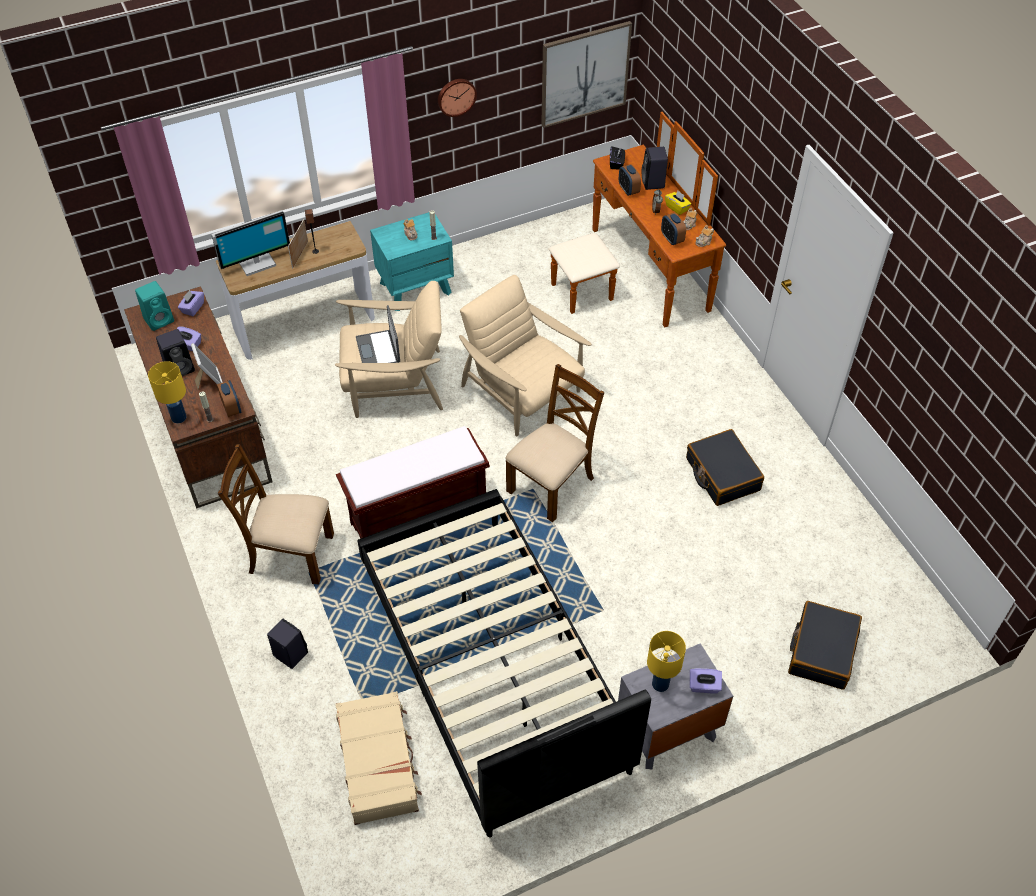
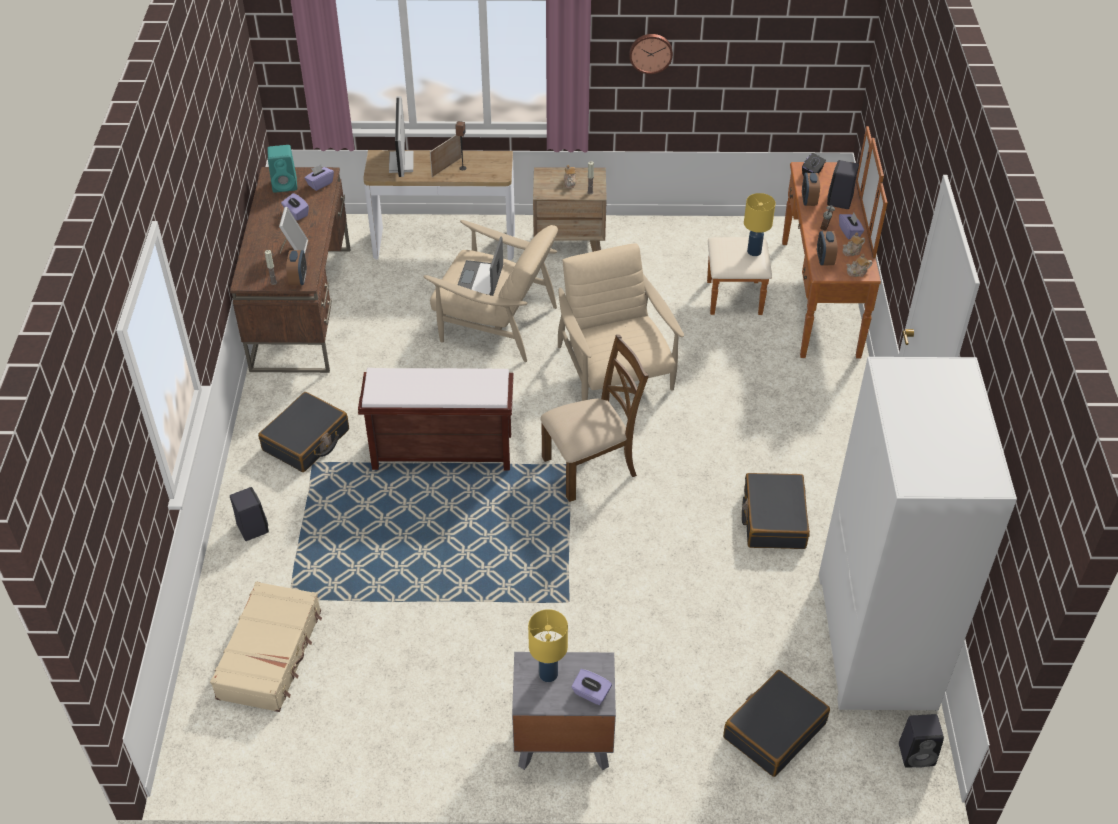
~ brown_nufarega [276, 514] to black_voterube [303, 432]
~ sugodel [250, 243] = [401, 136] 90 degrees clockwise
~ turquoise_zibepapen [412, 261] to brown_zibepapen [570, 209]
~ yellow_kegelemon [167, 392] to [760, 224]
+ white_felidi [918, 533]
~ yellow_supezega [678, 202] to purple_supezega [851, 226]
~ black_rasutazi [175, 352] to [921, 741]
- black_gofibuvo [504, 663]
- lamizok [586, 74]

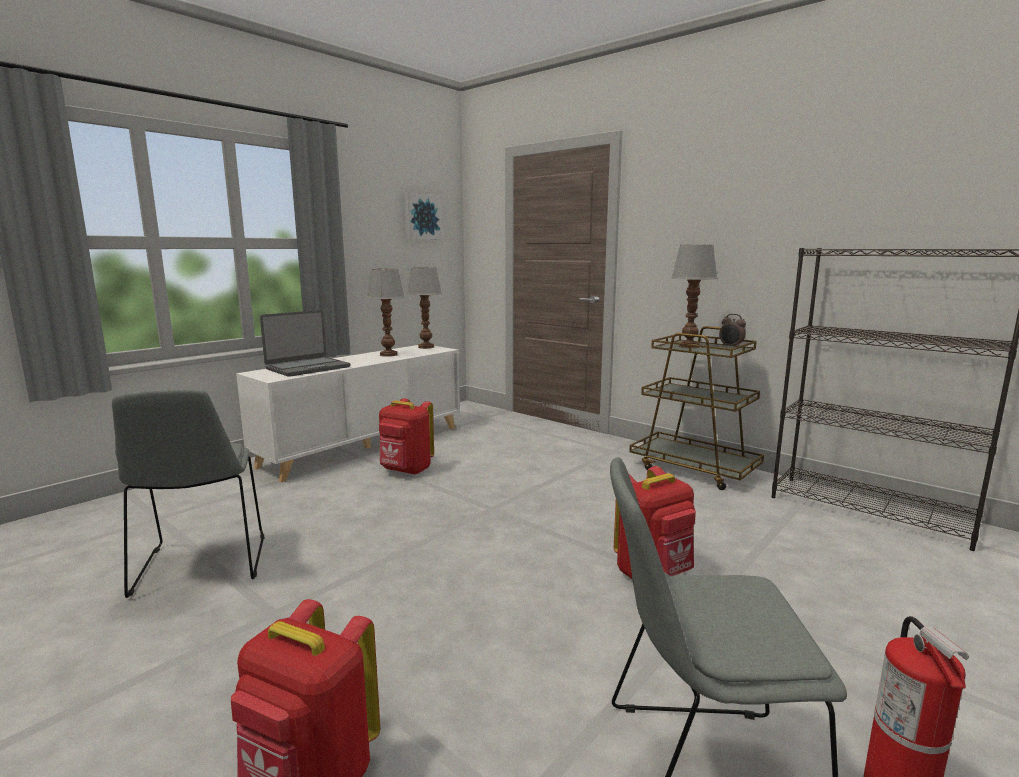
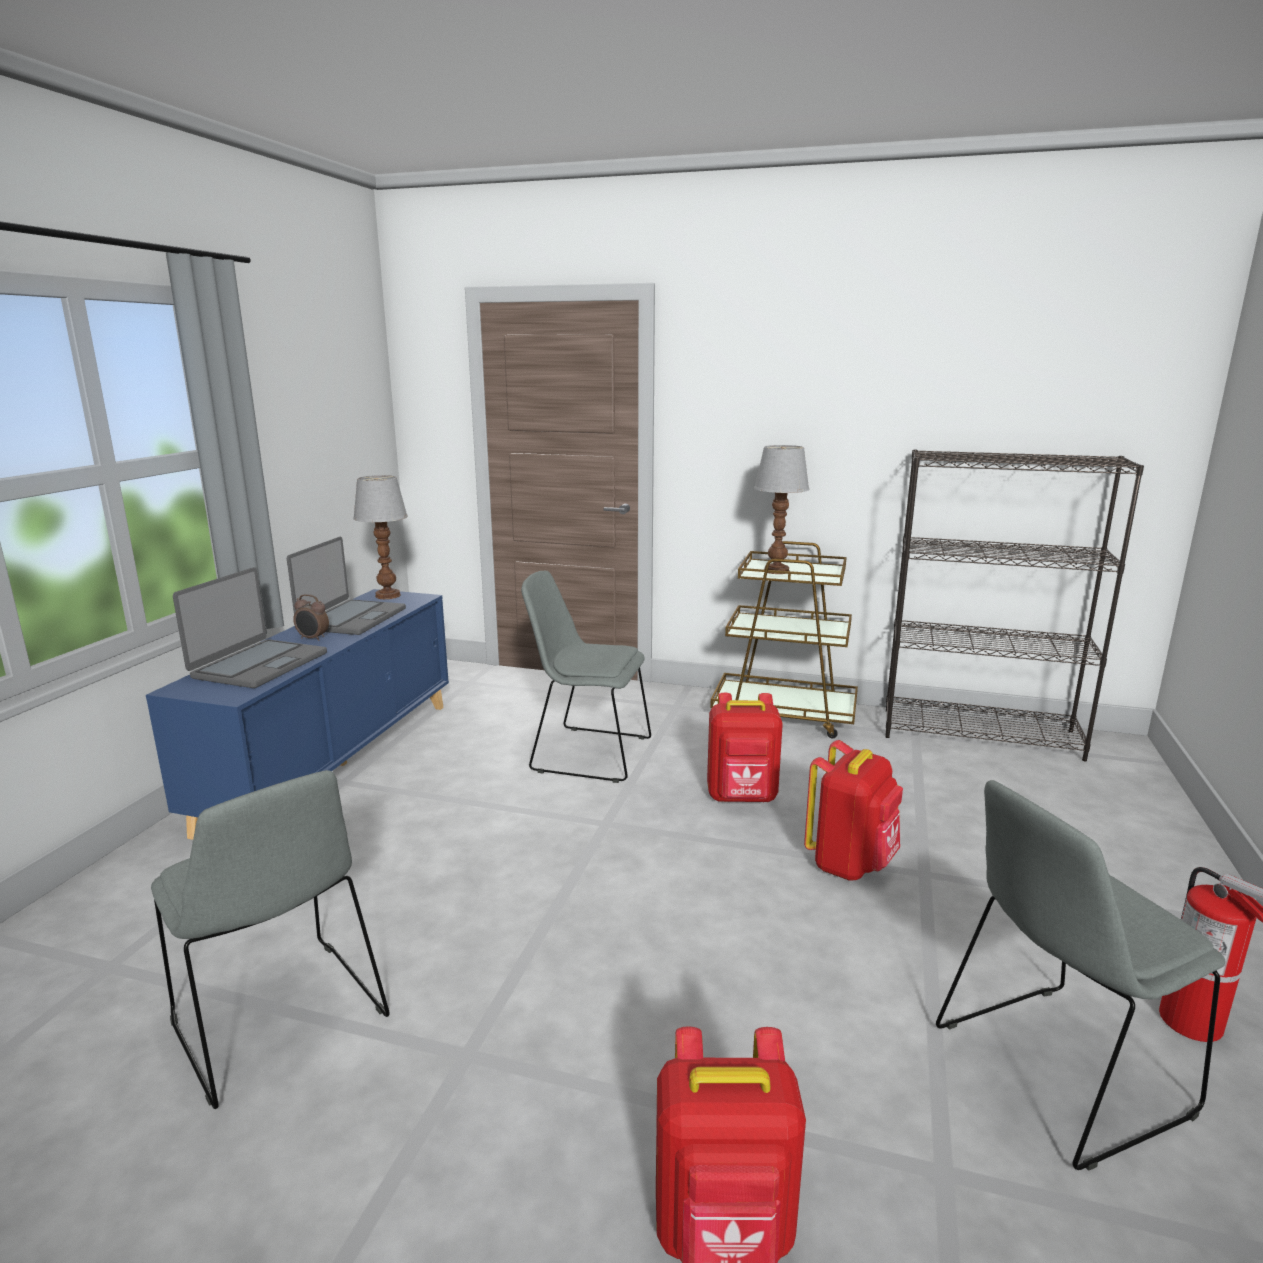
~ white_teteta [348, 413] to blue_teteta [297, 714]
~ kegelemon [386, 313] to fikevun [346, 586]
~ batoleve [732, 330] to [311, 617]
+ grey_nufarega [586, 677]
~ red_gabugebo [406, 436] to [745, 747]
- lamizok [423, 216]

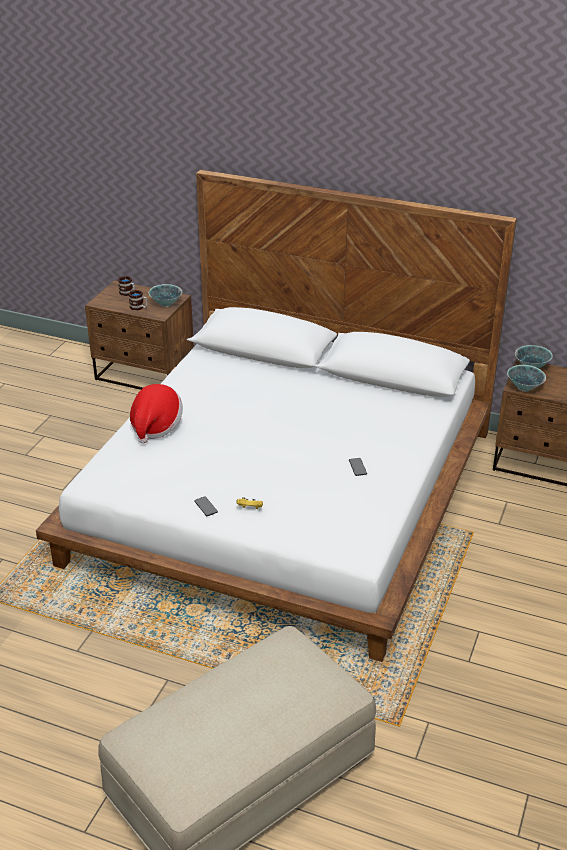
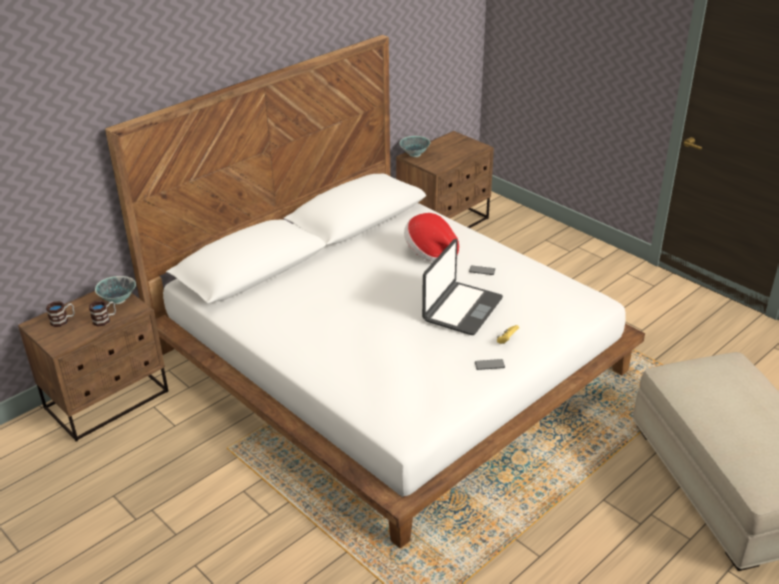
~ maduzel [156, 414] to [431, 237]
+ fikevun [462, 287]
- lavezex [526, 378]

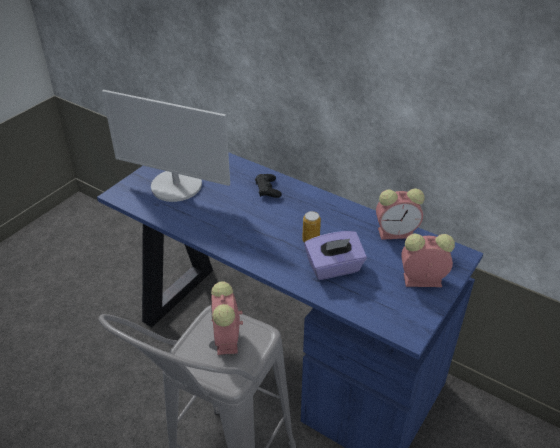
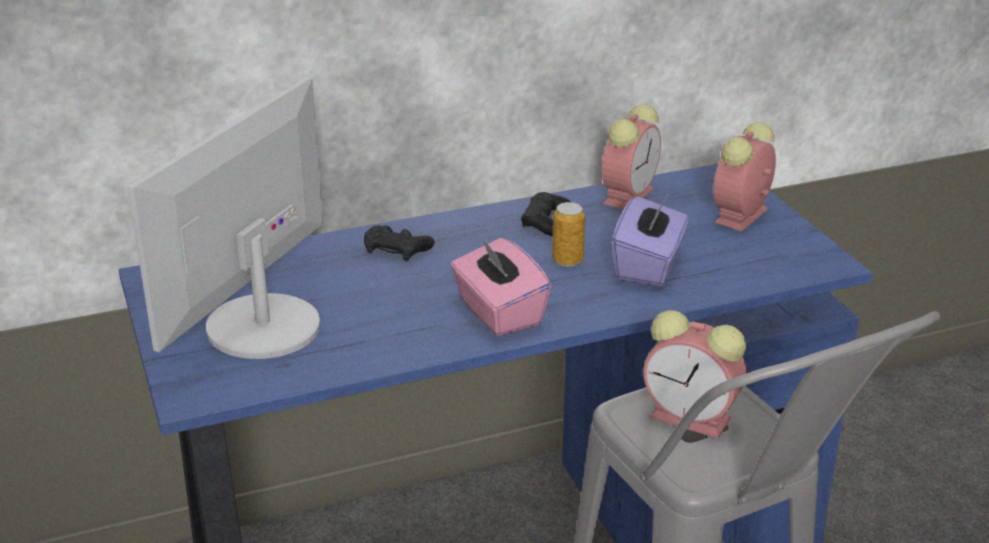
~ sugodel [166, 146] = [225, 218] 150 degrees clockwise
+ pink_supezega [500, 286]
+ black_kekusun [546, 214]

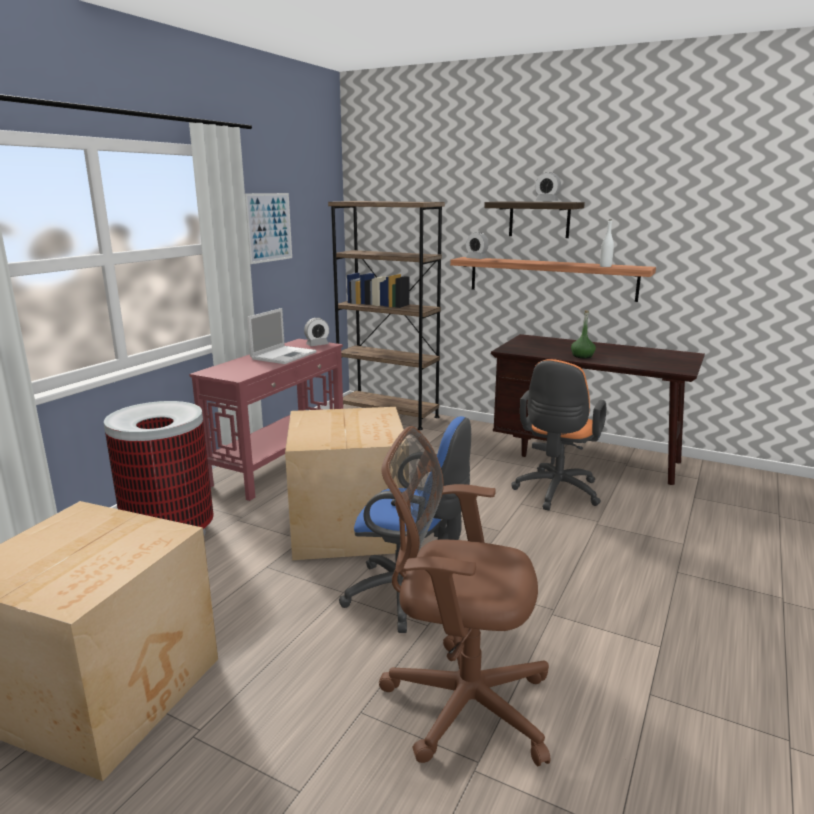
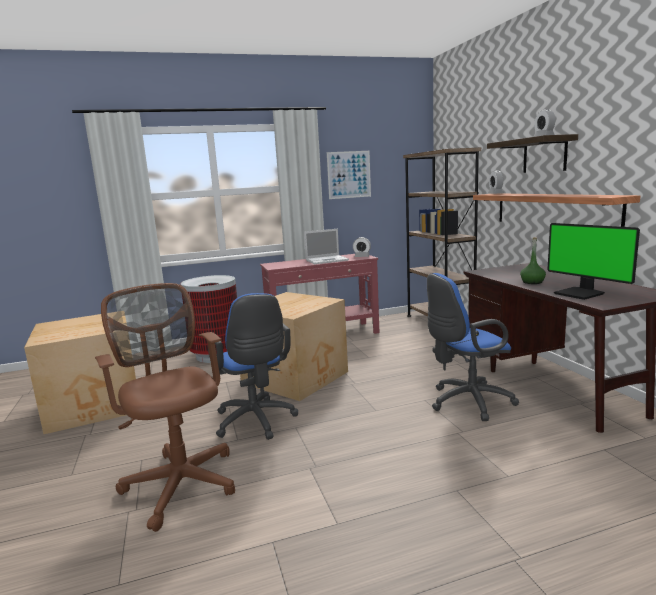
~ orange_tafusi [558, 434] to blue_tafusi [473, 347]
+ sugodel [593, 261]
- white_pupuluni [607, 243]

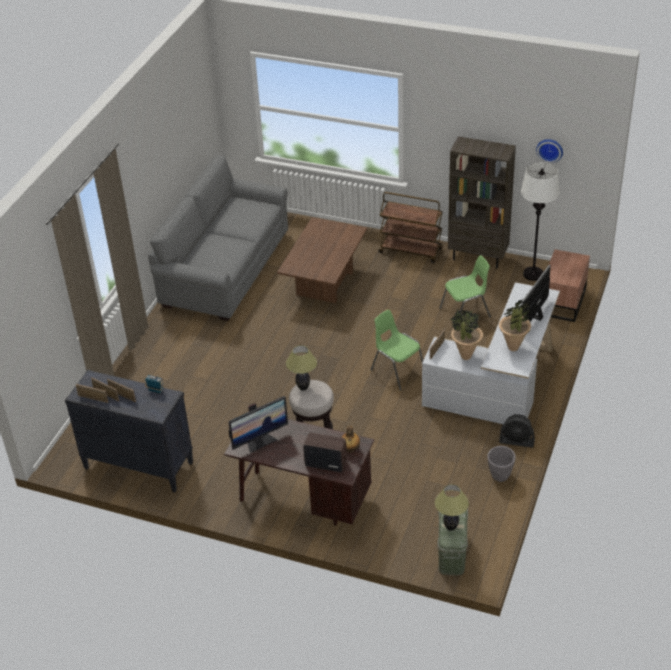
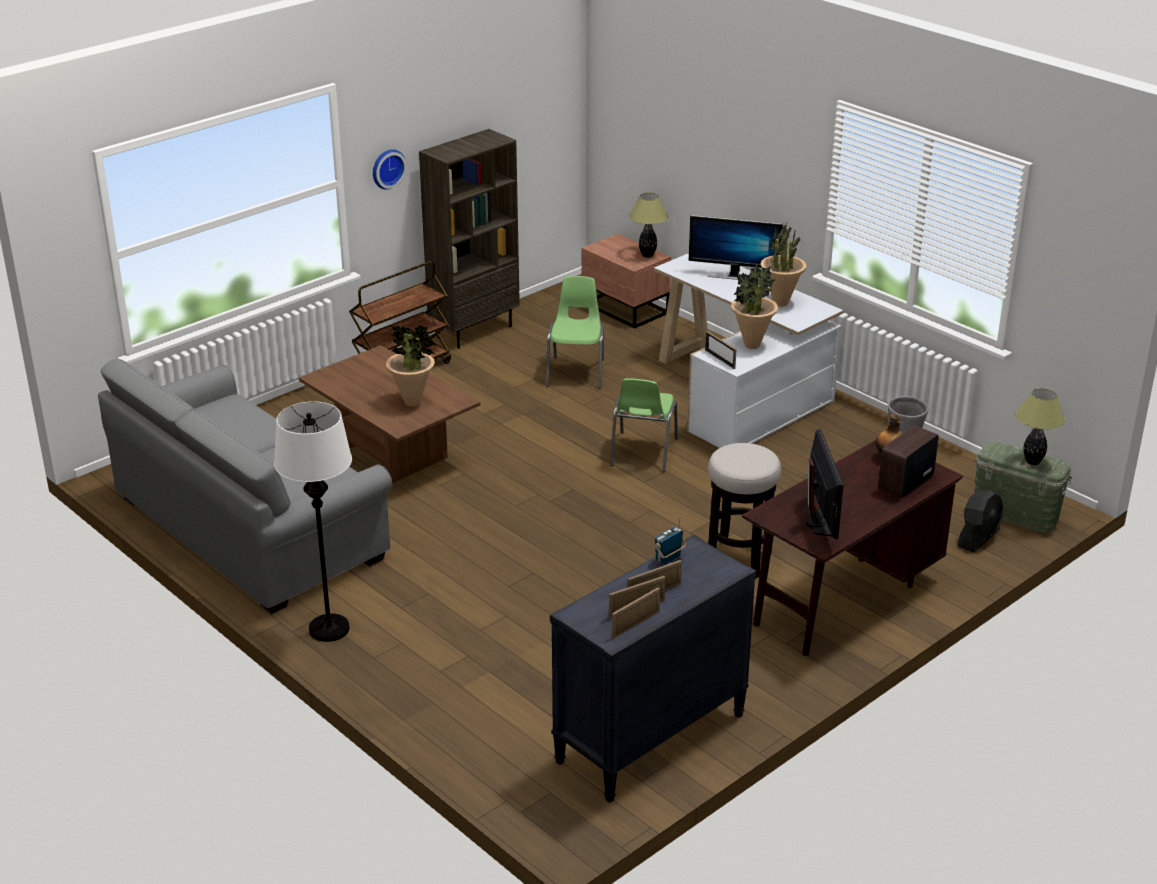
~ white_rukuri [540, 221] to [313, 521]
~ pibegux [549, 151] to [390, 169]
+ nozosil [412, 366]
~ green_nufarega [396, 350] = [644, 425] 60 degrees counterclockwise
~ kegelemon [301, 368] to [648, 225]
~ sugodel [536, 293] = [736, 247] 45 degrees counterclockwise
~ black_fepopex [517, 431] to [980, 521]

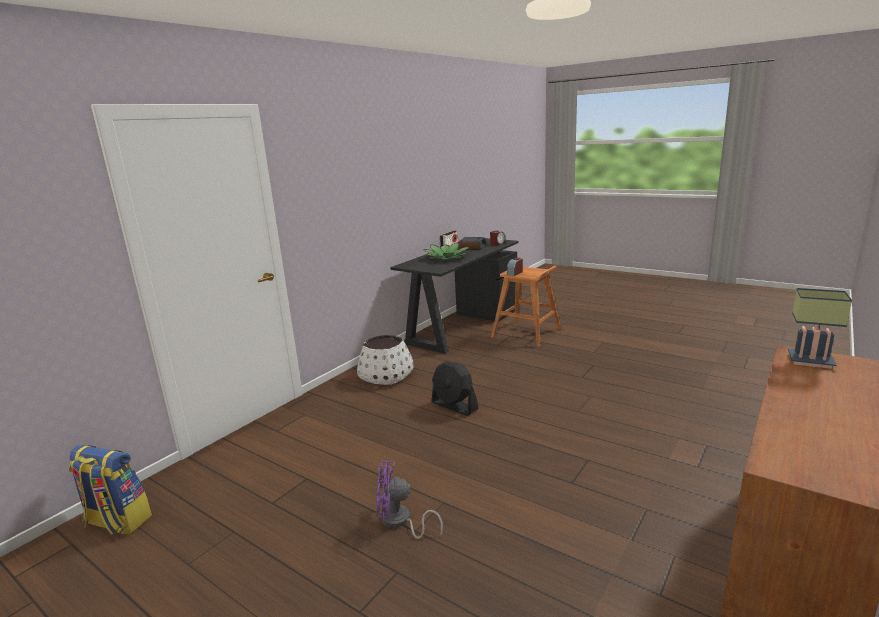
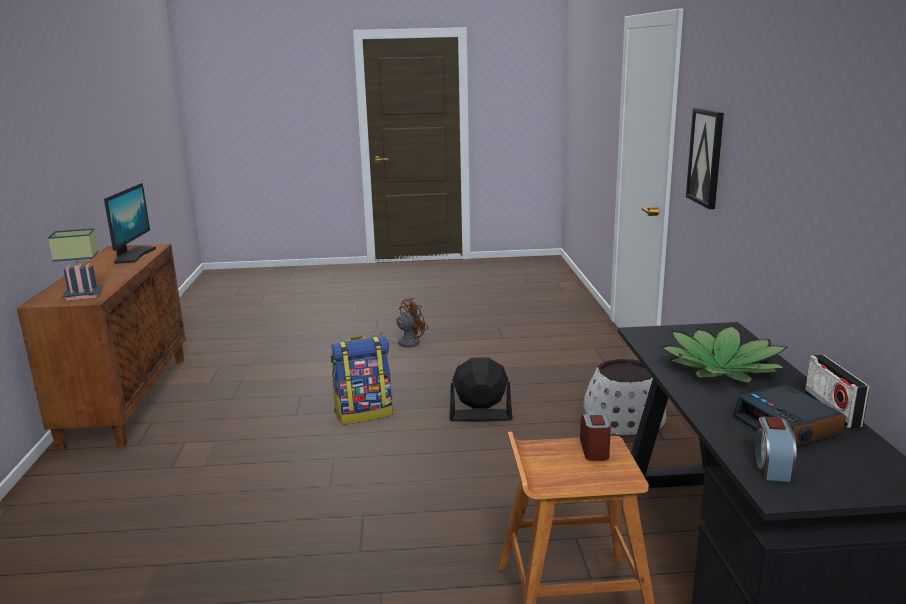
+ sugodel [130, 223]
~ gabugebo [110, 490] to [362, 380]
~ purple_fepopex [409, 500] to brown_fepopex [399, 323]
+ lamizok [705, 158]

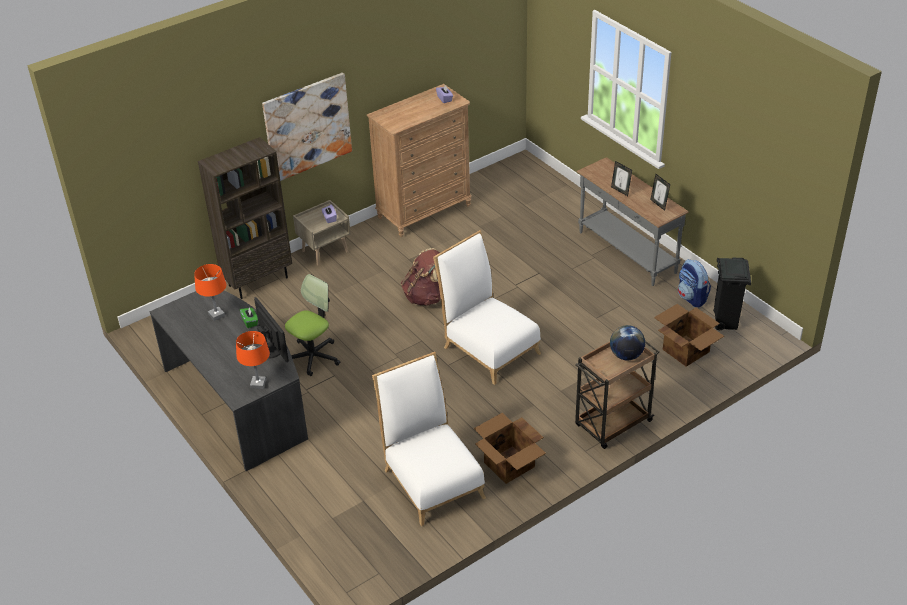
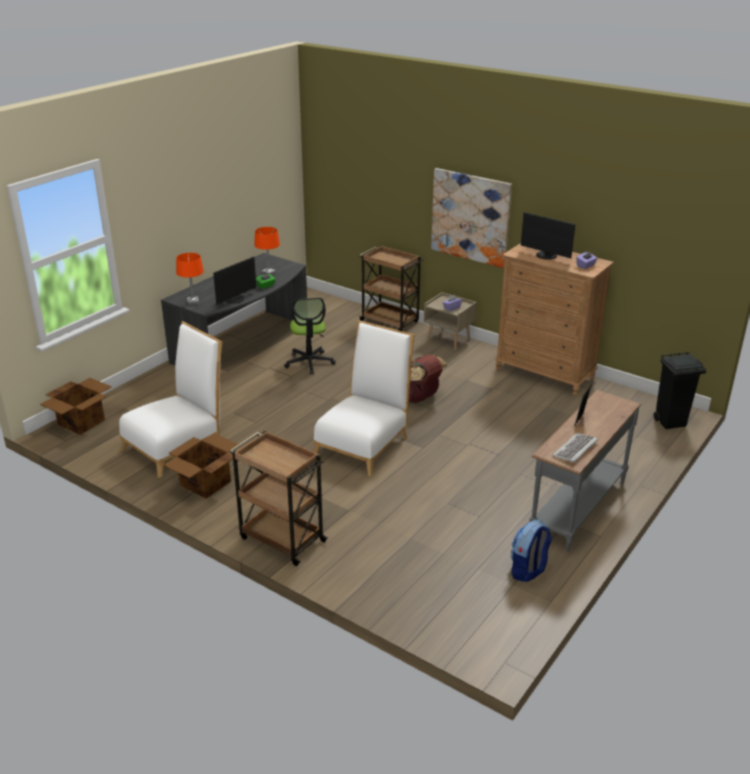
~ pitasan [689, 335] to [76, 406]
~ tafusi [312, 325] = [310, 336] 60 degrees clockwise
~ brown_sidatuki [245, 218] to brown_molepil [391, 288]
+ sugodel [548, 236]
~ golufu [660, 192] to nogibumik [575, 448]
~ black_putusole [732, 294] to [680, 390]
- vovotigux [627, 342]

